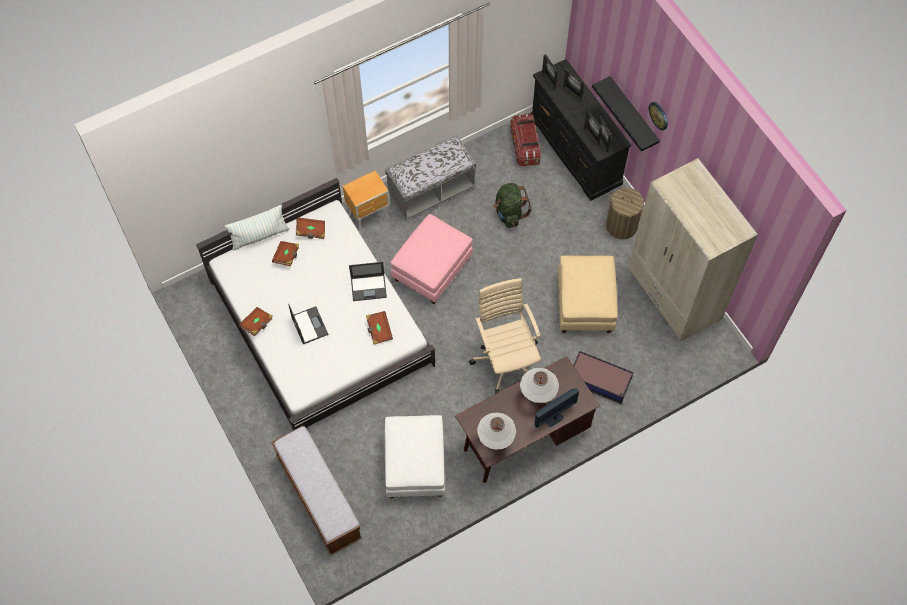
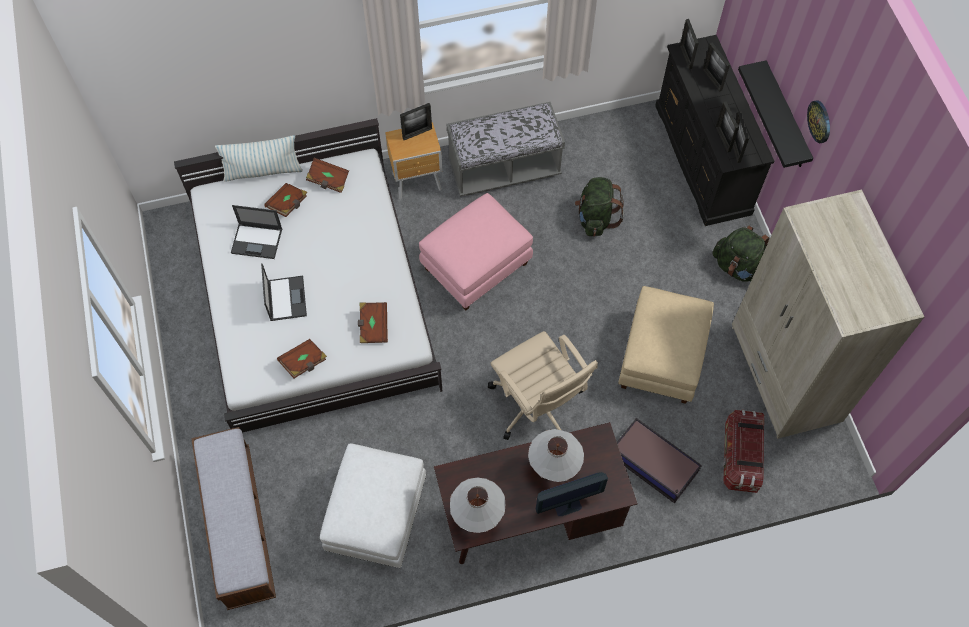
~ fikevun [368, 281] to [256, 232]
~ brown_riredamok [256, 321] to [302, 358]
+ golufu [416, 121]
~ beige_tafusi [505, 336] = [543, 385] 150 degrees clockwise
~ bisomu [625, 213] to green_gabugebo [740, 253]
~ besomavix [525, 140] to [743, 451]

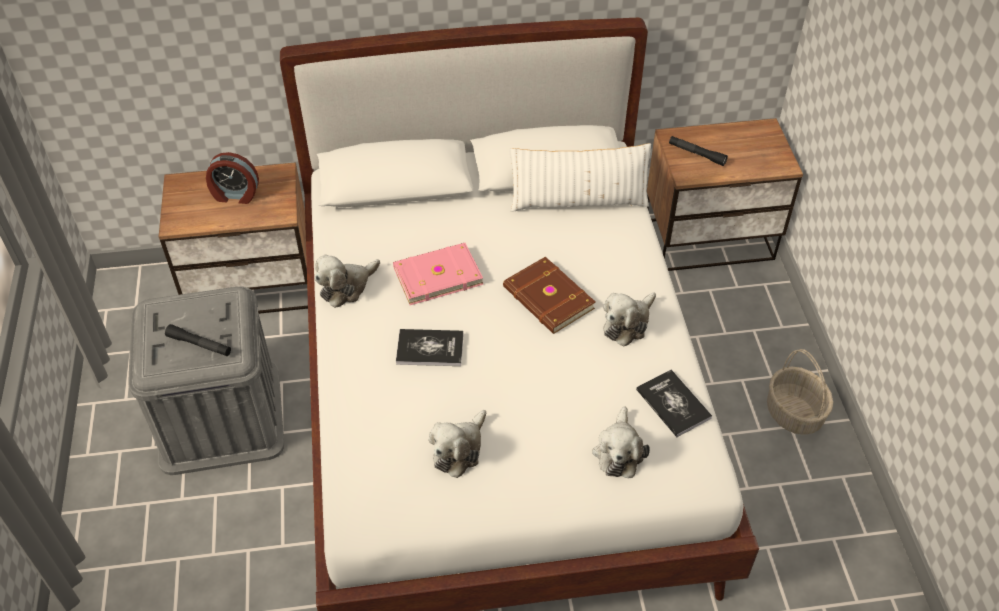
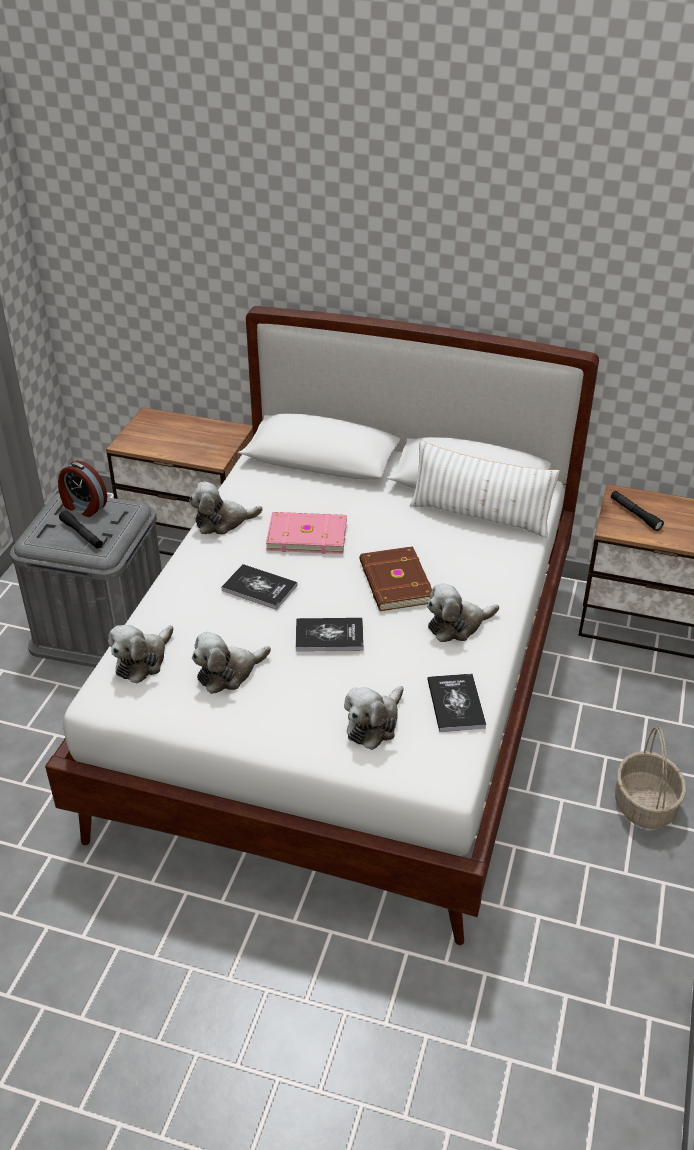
~ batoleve [232, 178] to [82, 489]
+ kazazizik [141, 654]
+ riredamok [330, 634]

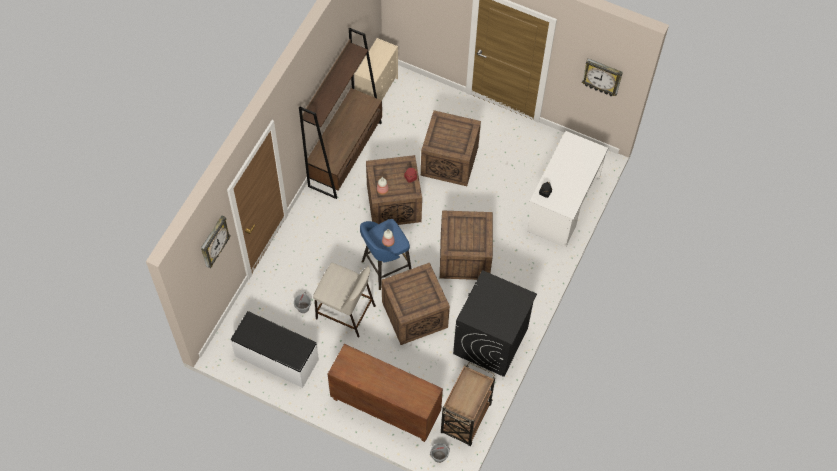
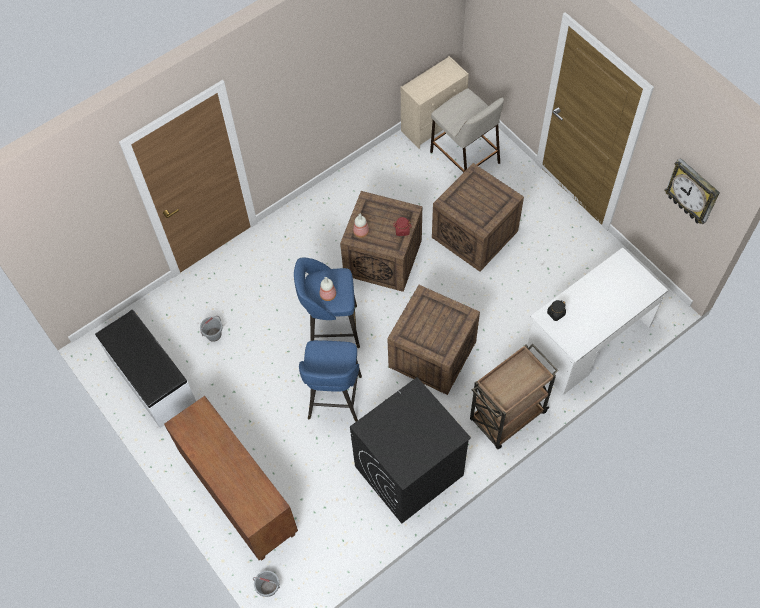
~ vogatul [415, 304] to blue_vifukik [330, 381]
~ beige_vifukik [344, 300] to [467, 131]
~ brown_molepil [468, 404] to [514, 396]
- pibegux [216, 242]
- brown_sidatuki [340, 113]

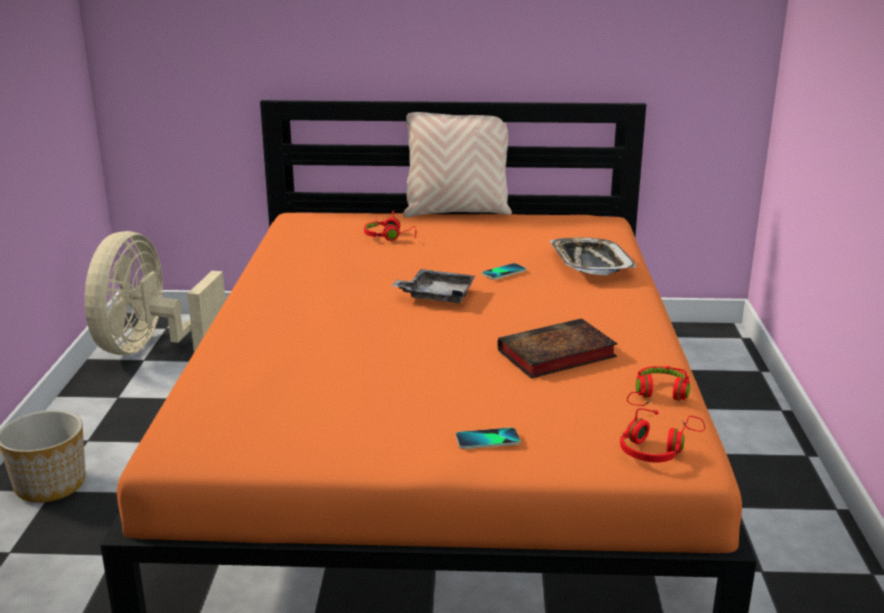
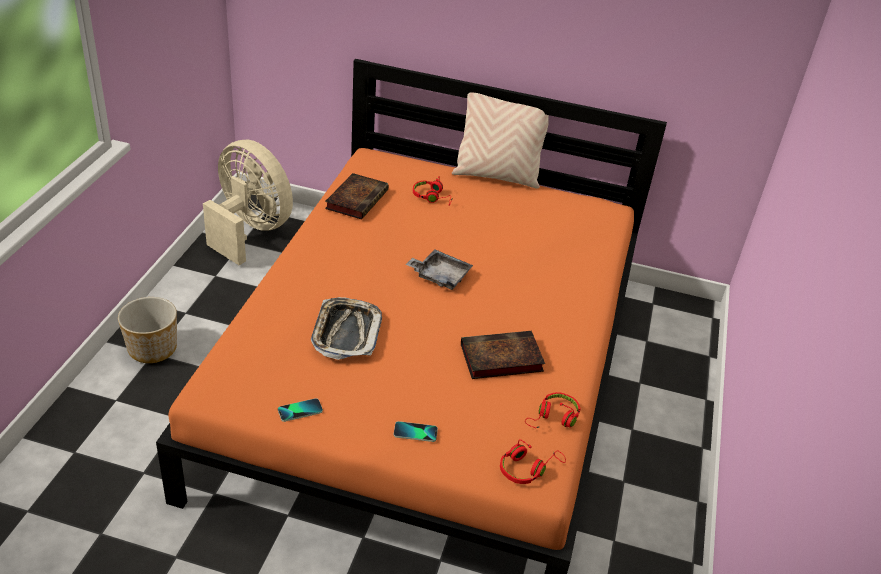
~ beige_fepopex [155, 293] = [248, 202] 105 degrees clockwise
~ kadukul [504, 271] to [300, 410]
~ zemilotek [593, 256] to [346, 328]
+ riredamok [357, 196]

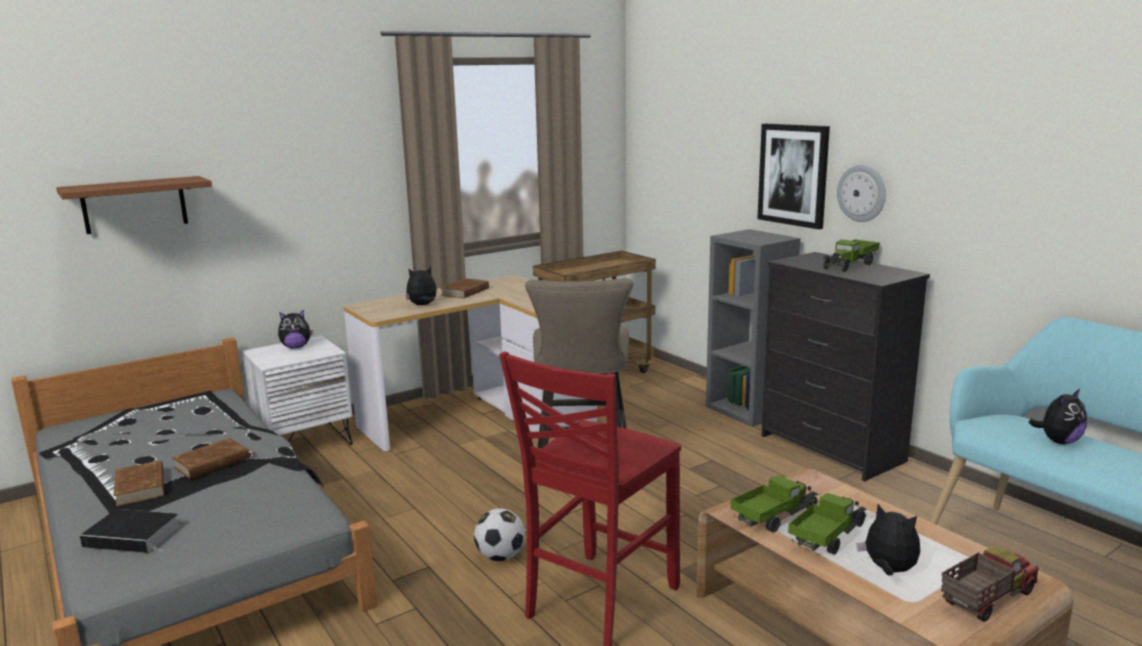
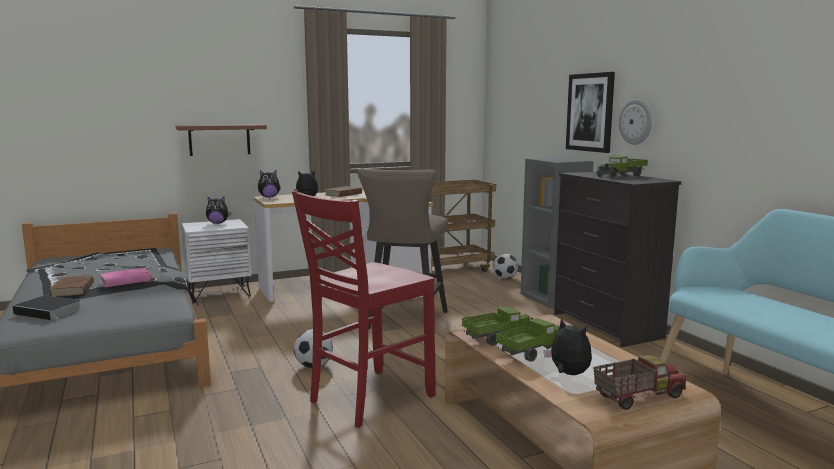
~ brown_riredamok [212, 458] to pink_riredamok [126, 277]
~ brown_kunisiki [134, 205] to [221, 140]
~ kazazizik [1057, 416] to [269, 184]
+ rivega [506, 266]

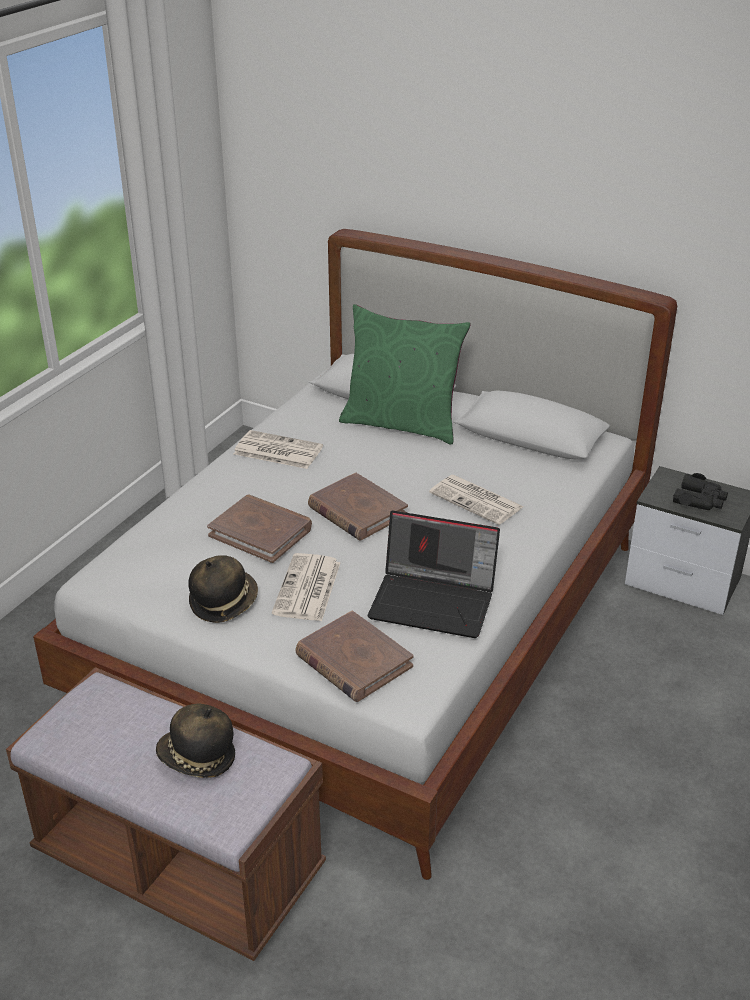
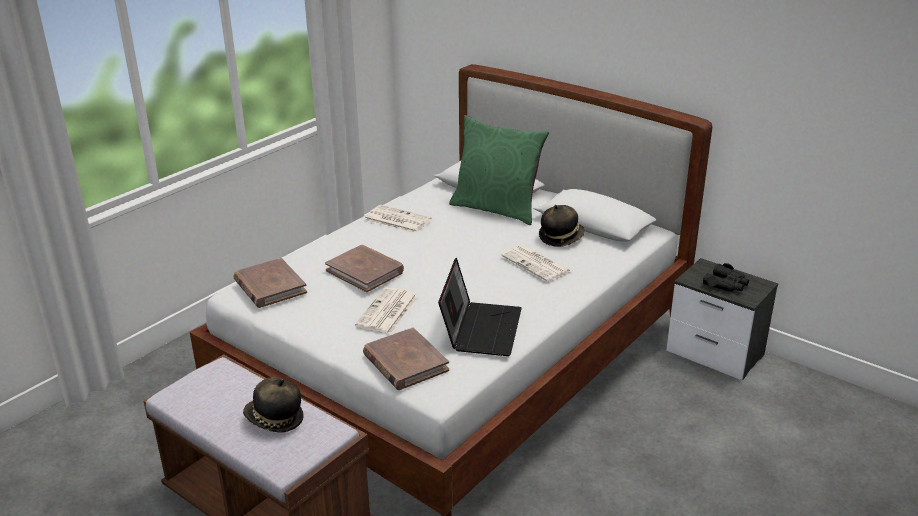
~ brown_riredamok [358, 506] to [270, 283]
~ fikevun [434, 574] = [480, 307] 105 degrees counterclockwise
~ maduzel [223, 589] to [561, 226]

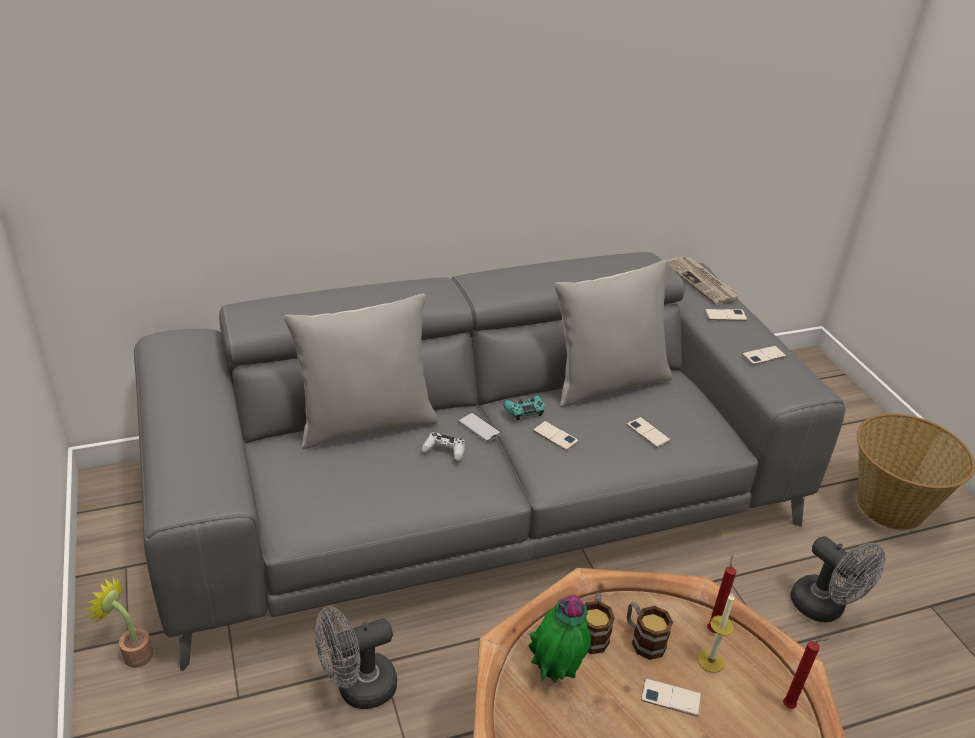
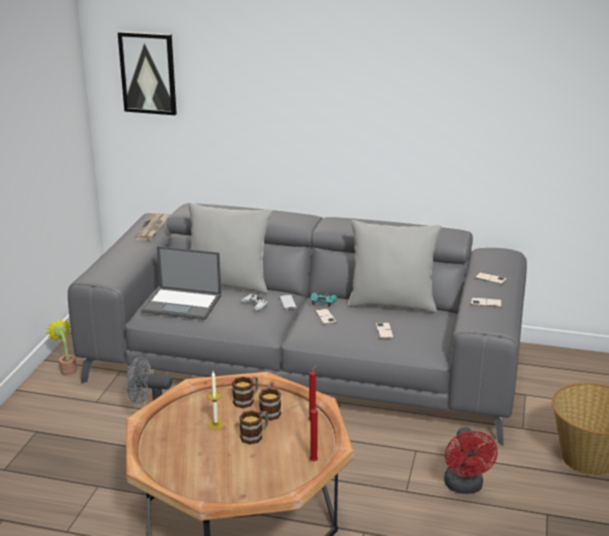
+ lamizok [147, 73]
~ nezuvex [704, 280] to [152, 226]
+ fikevun [181, 283]
~ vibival [716, 633] to [215, 400]
~ kadukul [671, 697] to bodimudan [253, 427]
~ grey_fepopex [838, 579] to red_fepopex [471, 460]
- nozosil [560, 639]

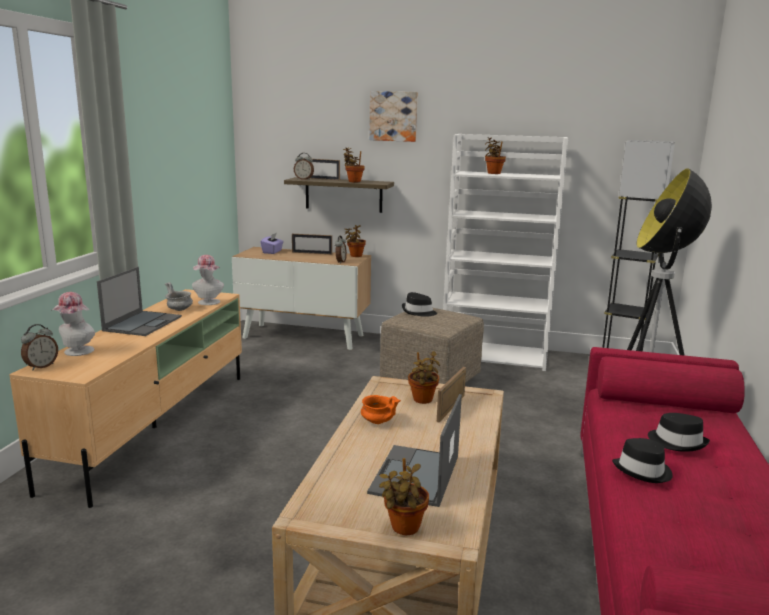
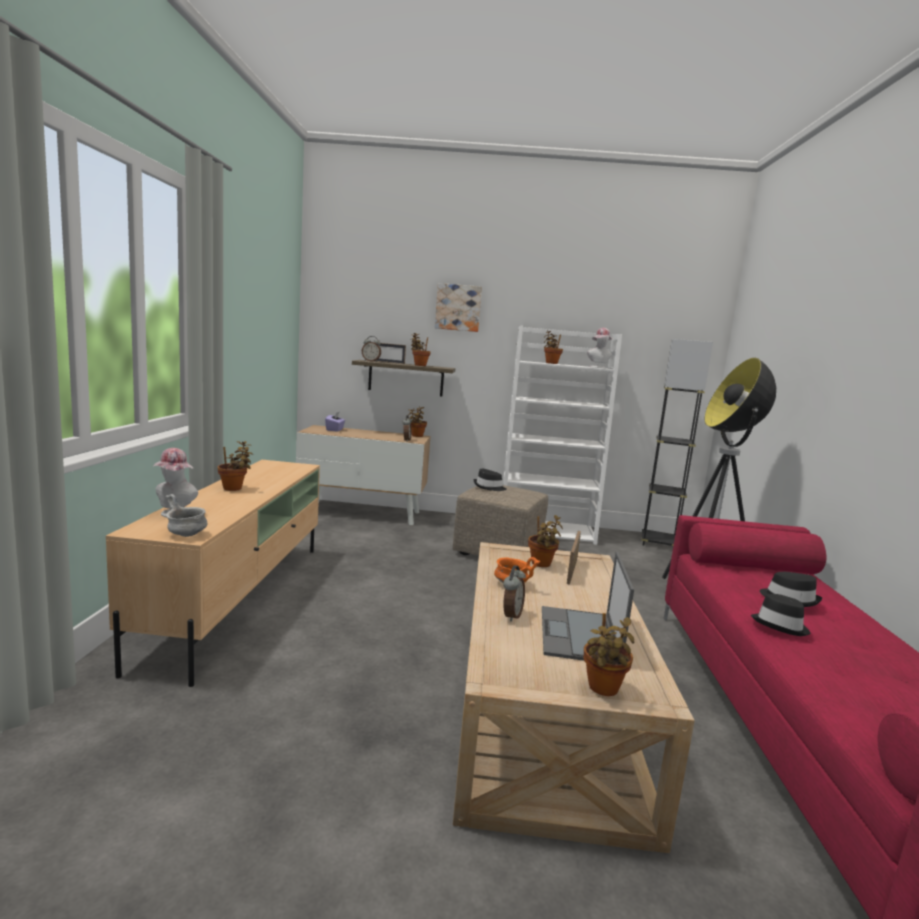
~ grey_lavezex [179, 296] to [186, 515]
~ fikevun [139, 301] to nozosil [235, 466]
~ batoleve [39, 347] to [514, 593]
~ maduzel [208, 280] to [600, 348]
- golufu [312, 244]

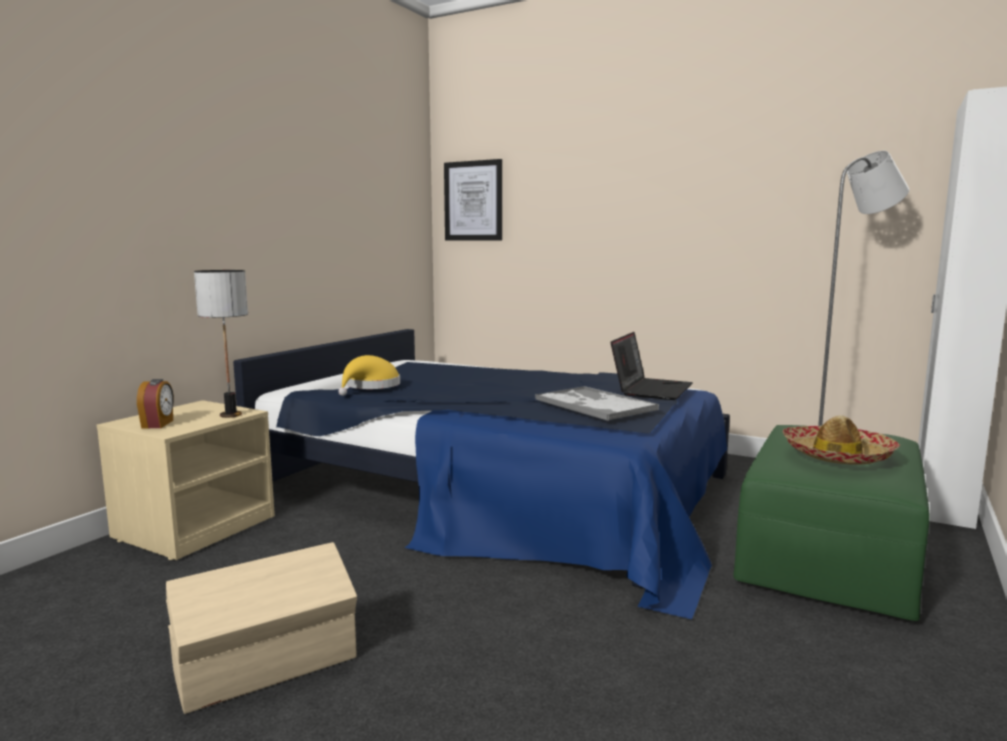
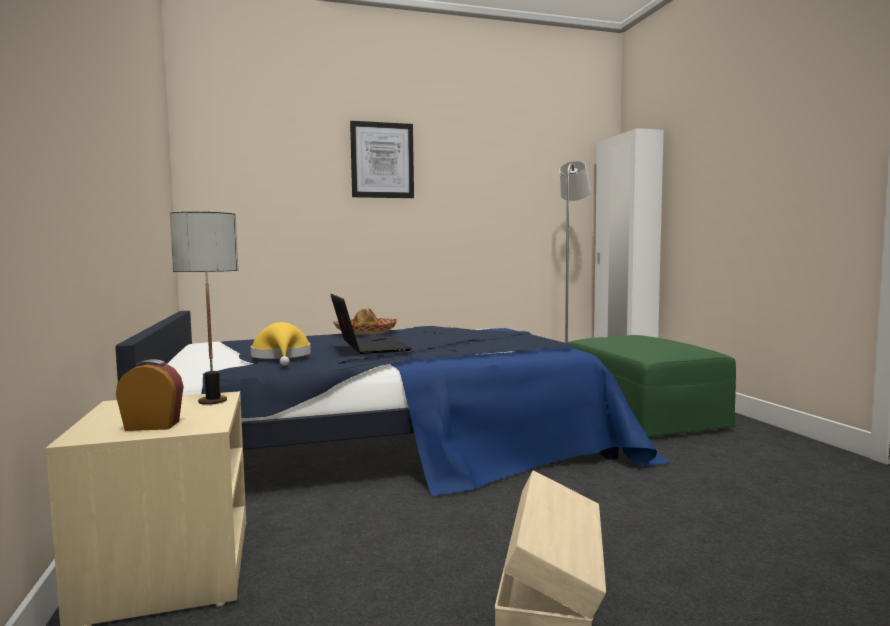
~ batoleve [155, 404] = [150, 395] 45 degrees counterclockwise
~ fikevun [651, 366] to [371, 324]
~ maduzel [841, 439] to [365, 320]
~ lamizok [473, 200] to [382, 159]
- zemilotek [597, 403]

